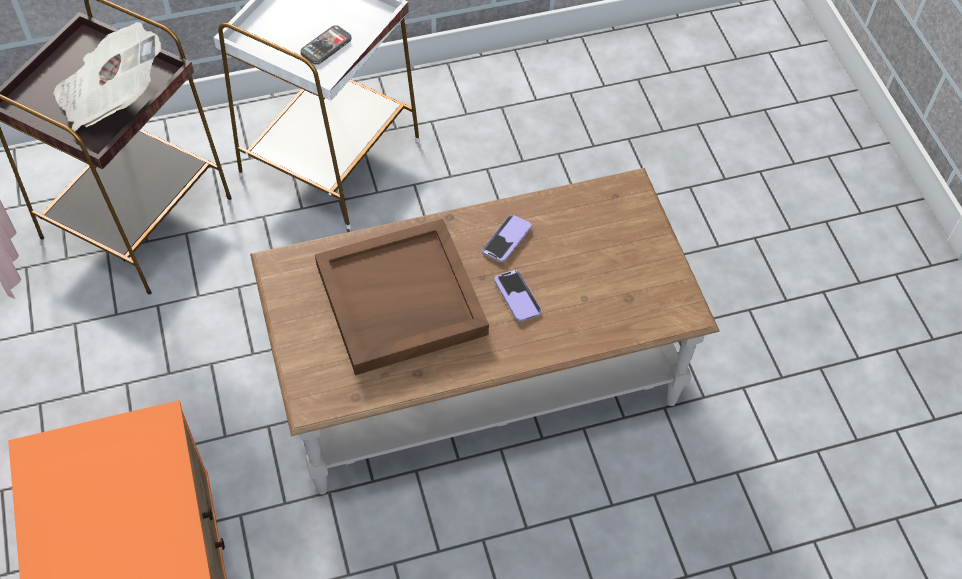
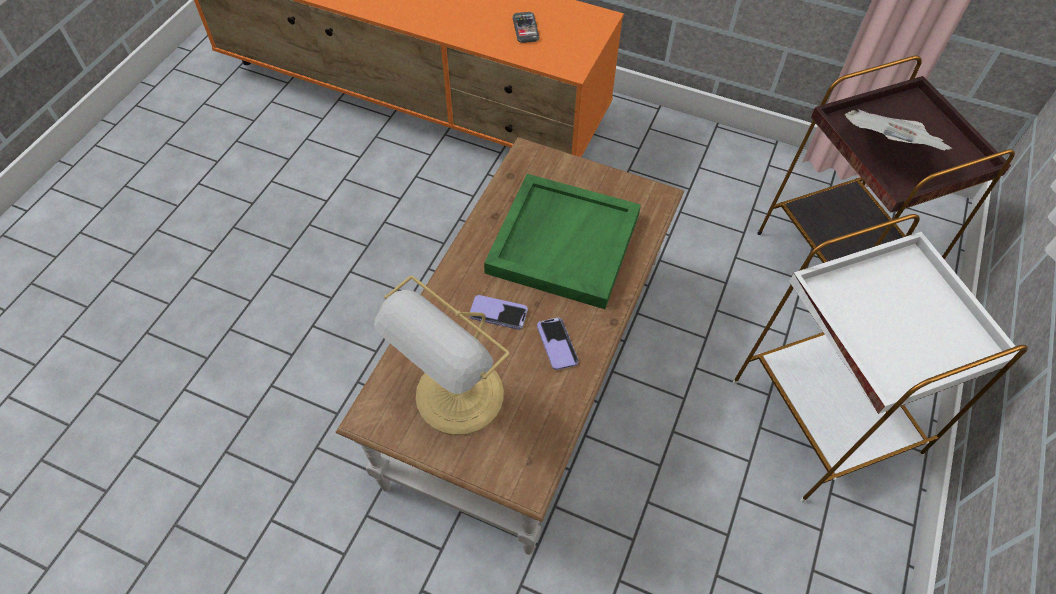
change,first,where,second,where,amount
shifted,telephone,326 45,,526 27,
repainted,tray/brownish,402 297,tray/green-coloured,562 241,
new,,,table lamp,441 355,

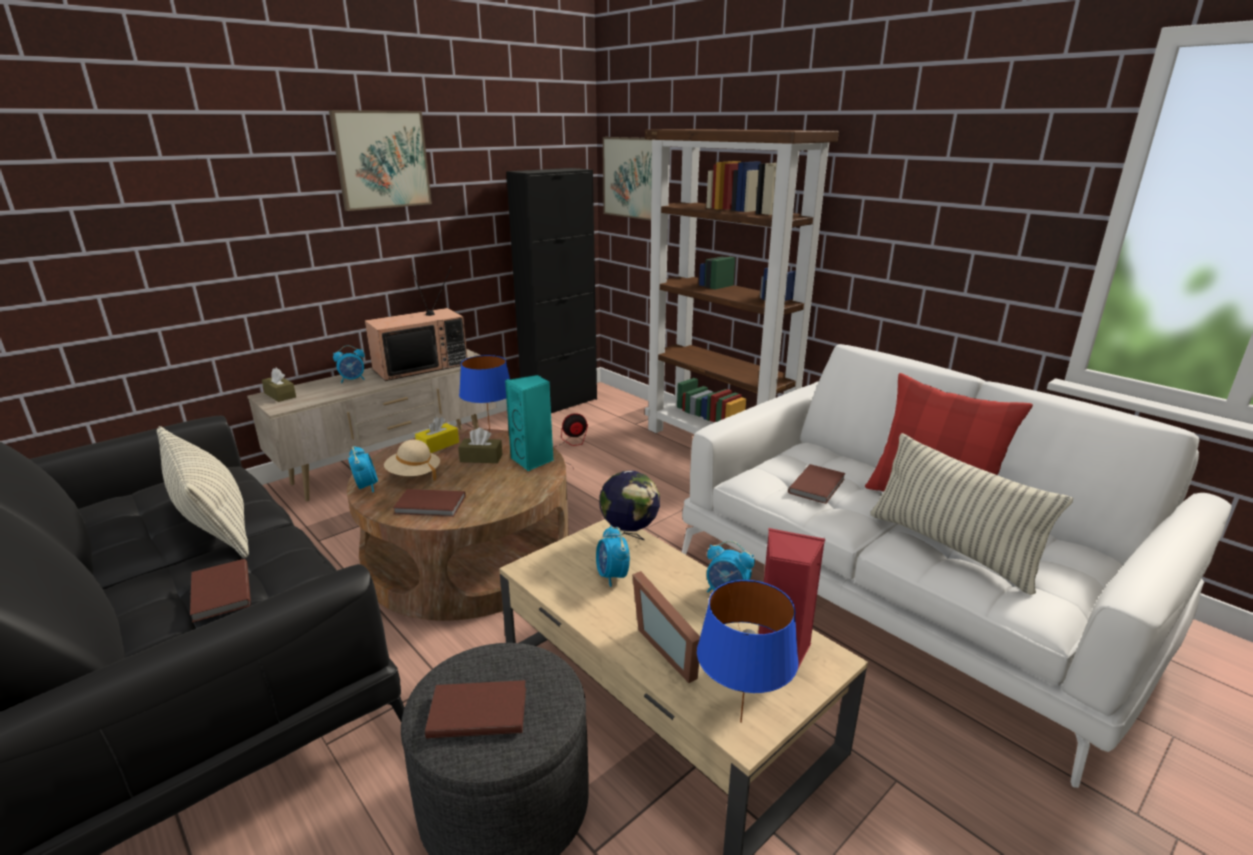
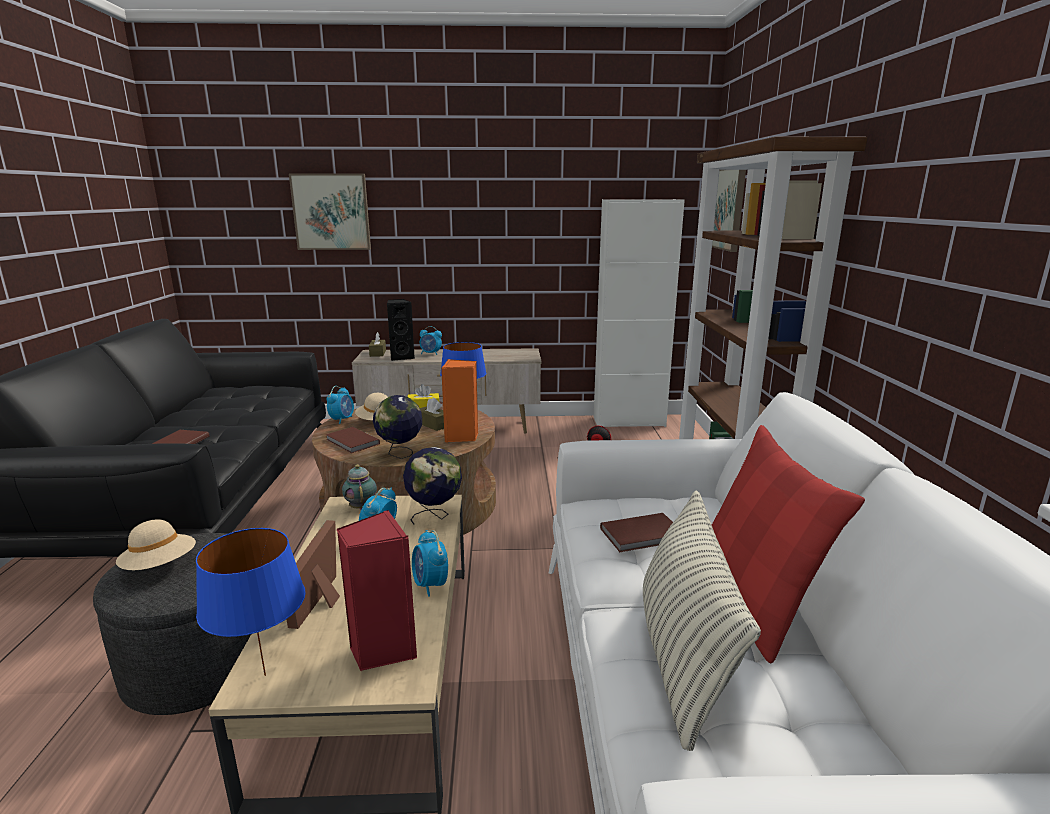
change,first,where,second,where,amount
shifted,wall picture,380 160,,330 212,
repainted,cupboard/black-coloured,551 290,cupboard/white,639 313,
gone,TV set,416 323,,,
repainted,speaker/turquoise,529 423,speaker/orangey,459 400,
gone,pillow,203 492,,,
swapped,bound book/brownish,475 709,clothing hat/beige,156 544,
new,,,speaker/black-coloured,401 330,
new,,,globe,397 427,
new,,,tea pot,359 487,

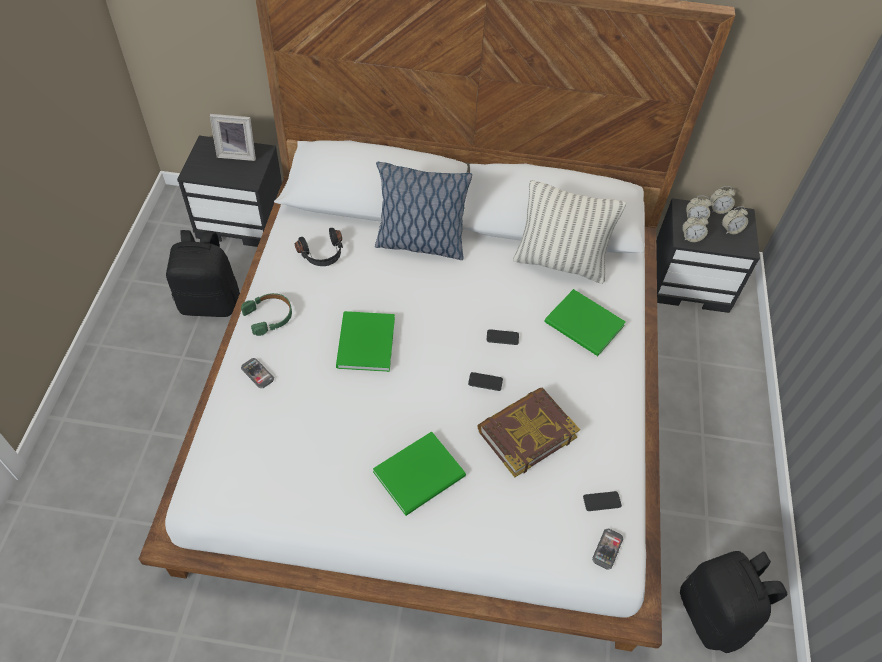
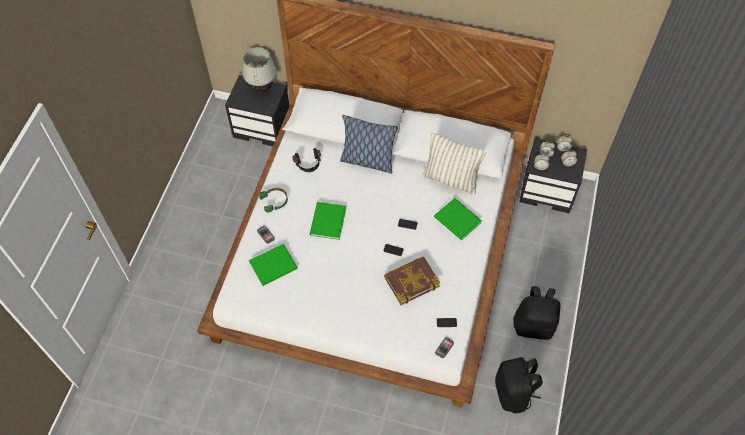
change,first,where,second,where,amount
swapped,picture frame,233 137,table lamp/white,259 70,
shifted,knapsack/black-coloured,203 273,,536 313,
shifted,bound book/green-coloured,419 473,,273 264,

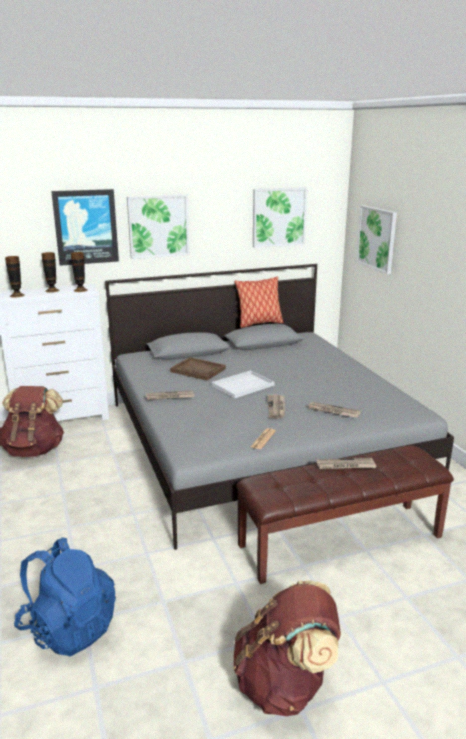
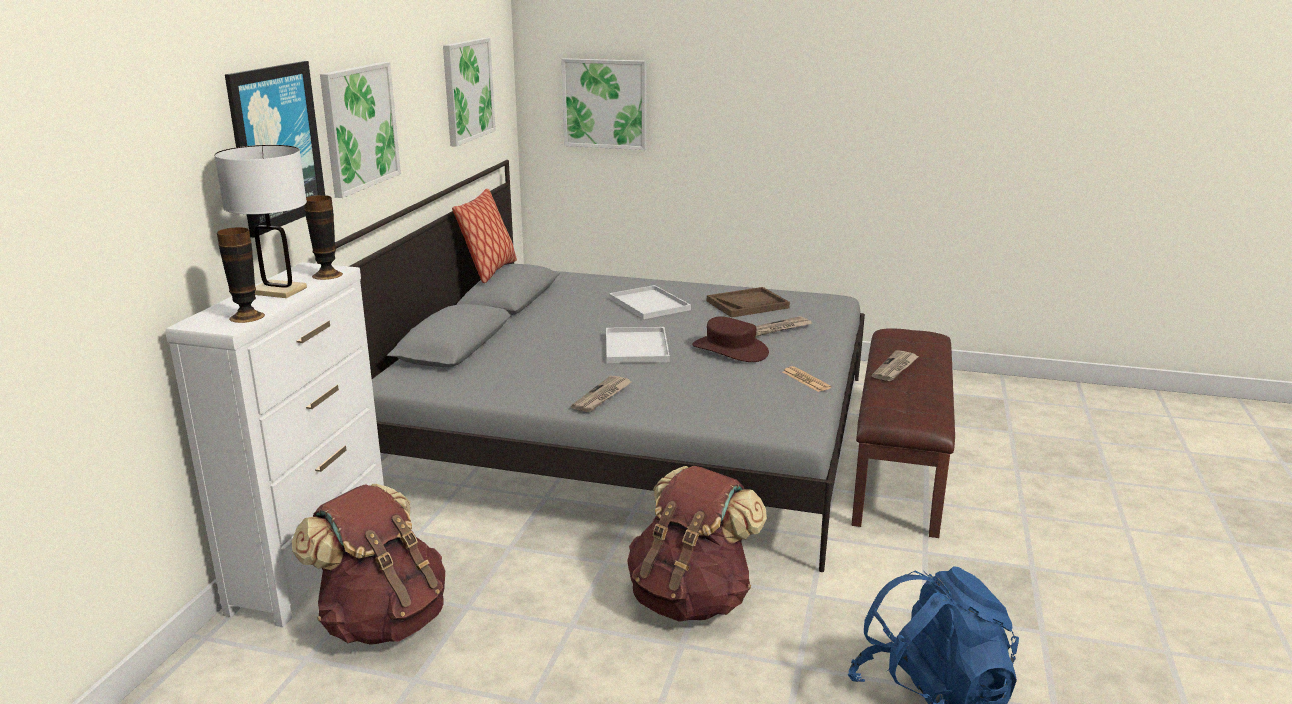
change,first,where,second,where,amount
swapped,flower vase,51 272,table lamp/white,260 221,
shifted,tray/brownish,198 369,,748 302,
swapped,printed paper,276 406,clothing hat/brownish,730 339,
shifted,knapsack/brownish,287 648,,697 544,
new,,,tray/white,650 302,

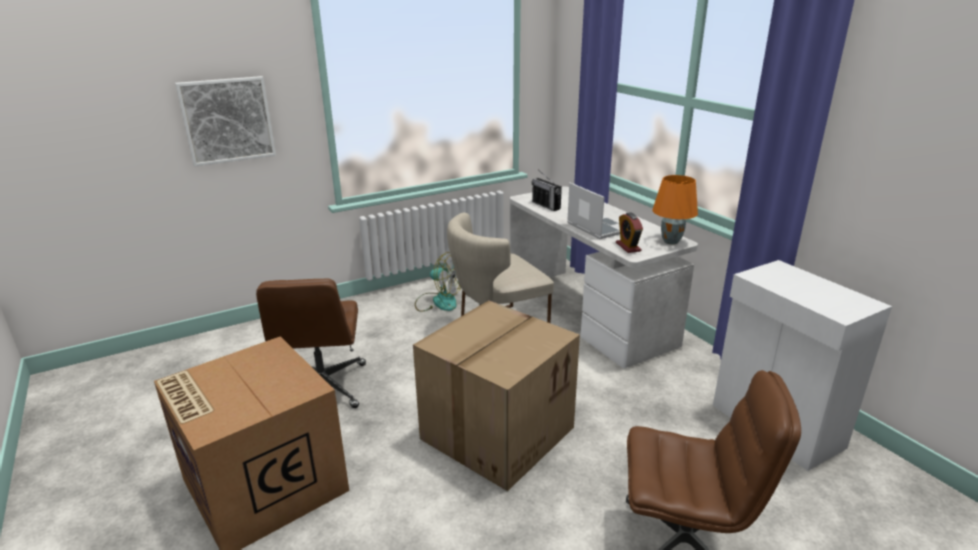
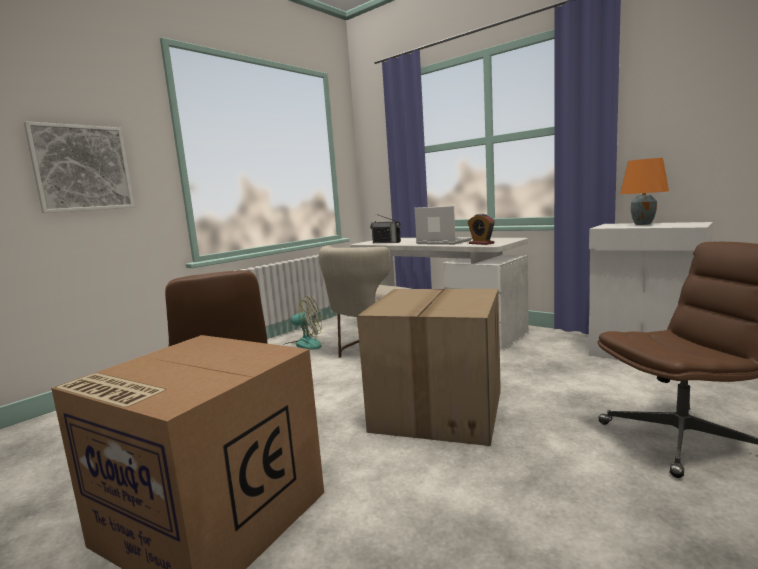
change,first,where,second,where,amount
shifted,table lamp/orangey,675 210,,644 191,

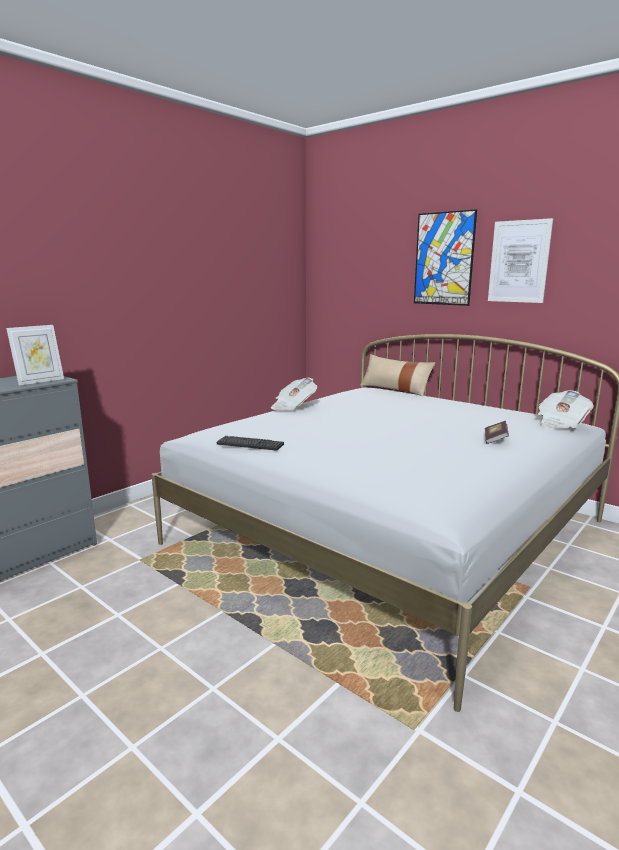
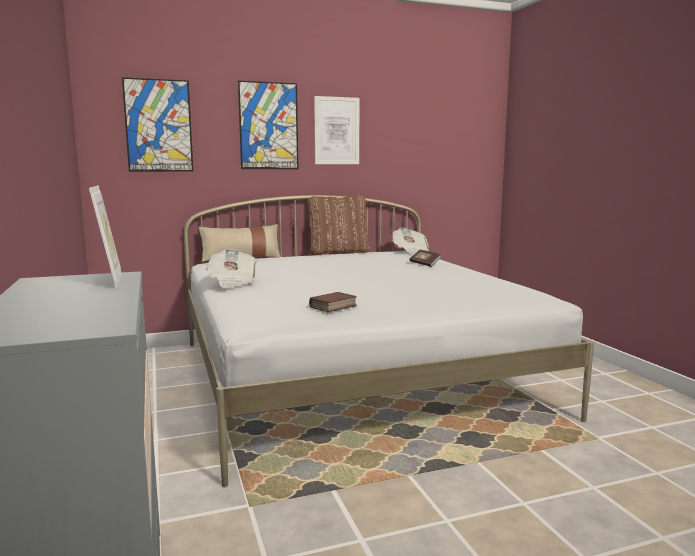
change,first,where,second,where,amount
swapped,keyboard,250 443,bound book,333 302,
new,,,wall picture,157 124,
new,,,pillow/brownish,339 225,

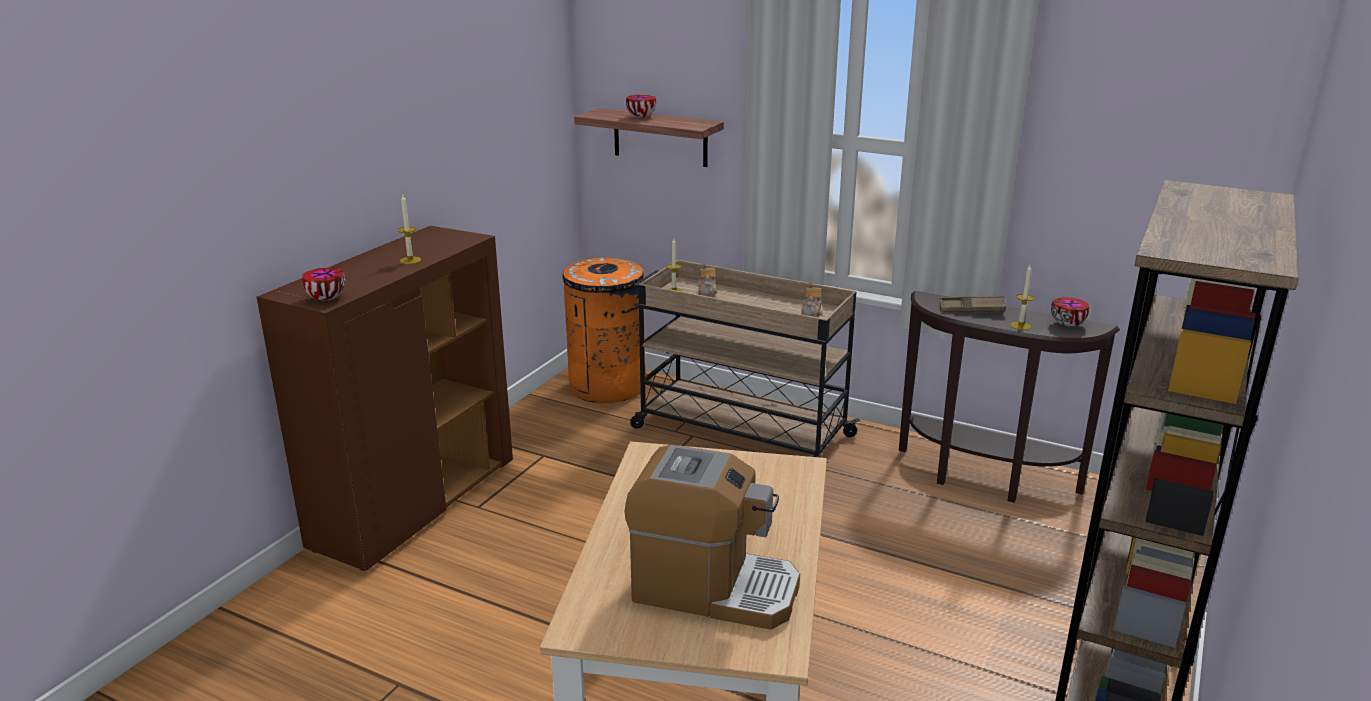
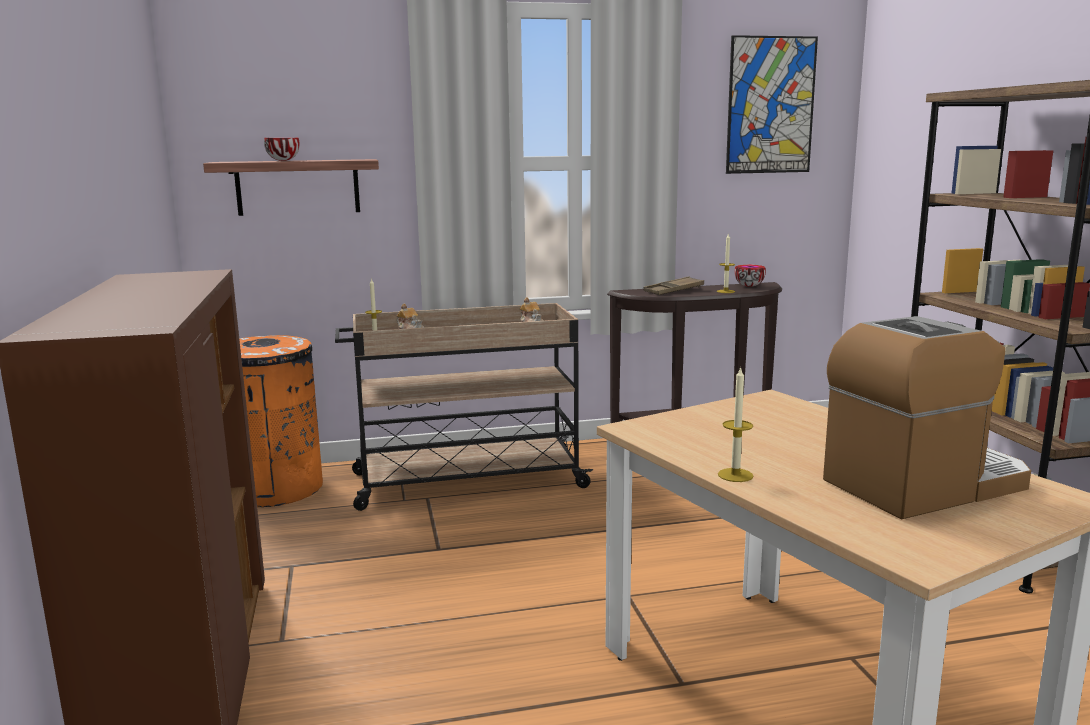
change,first,where,second,where,amount
shifted,candle,409 229,,735 424,
gone,deep dish,323 284,,,
new,,,wall picture,772 104,

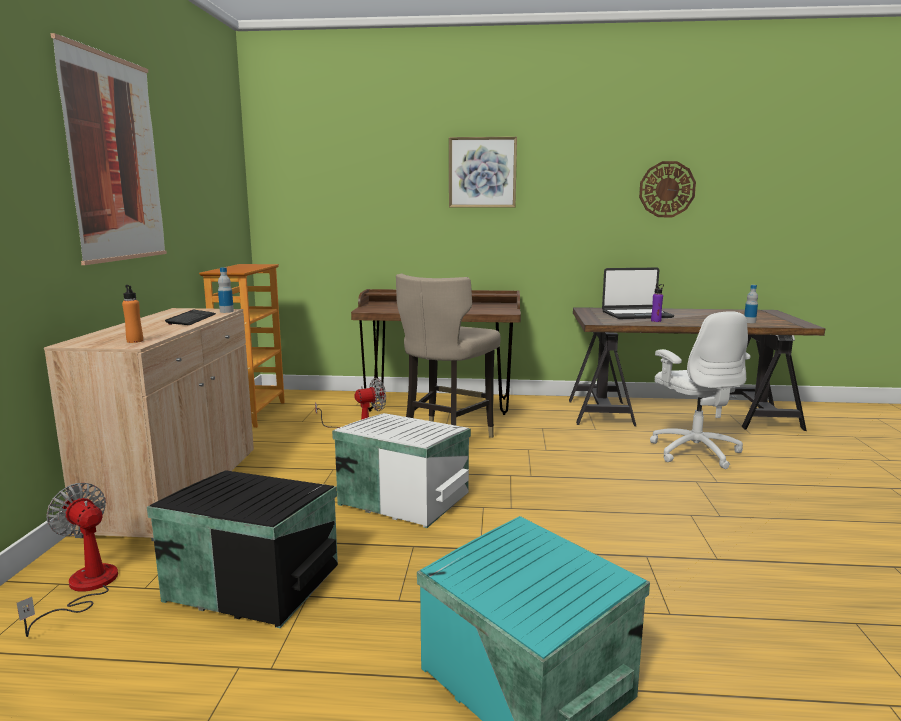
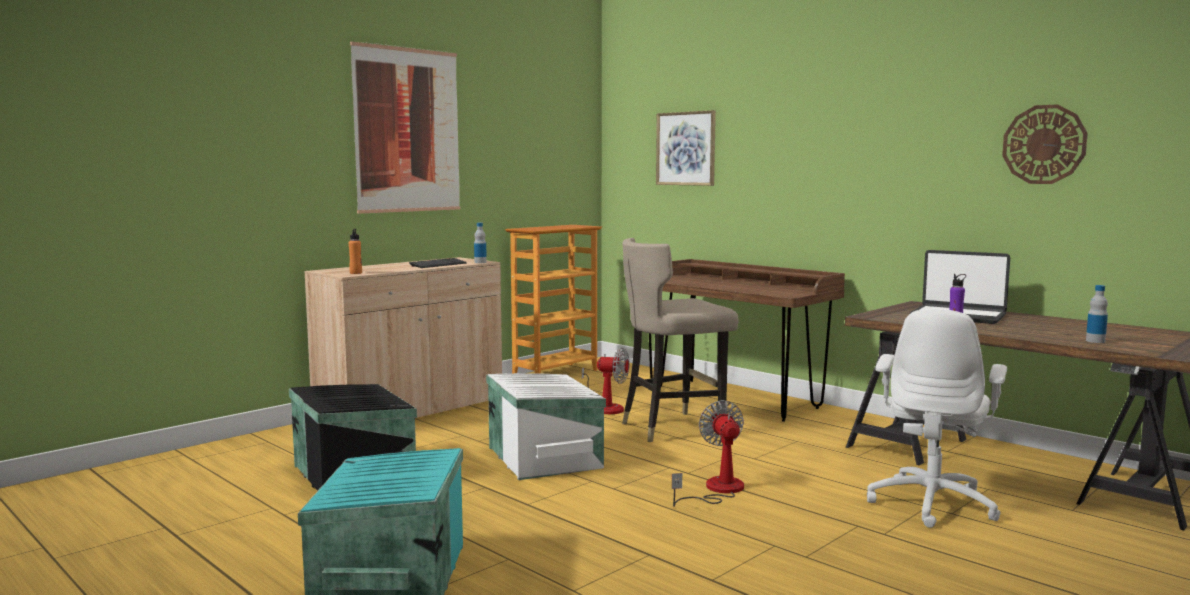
change,first,where,second,where,amount
shifted,wall picture,483 172,,686 148,
shifted,cooling fan,67 560,,708 453,

